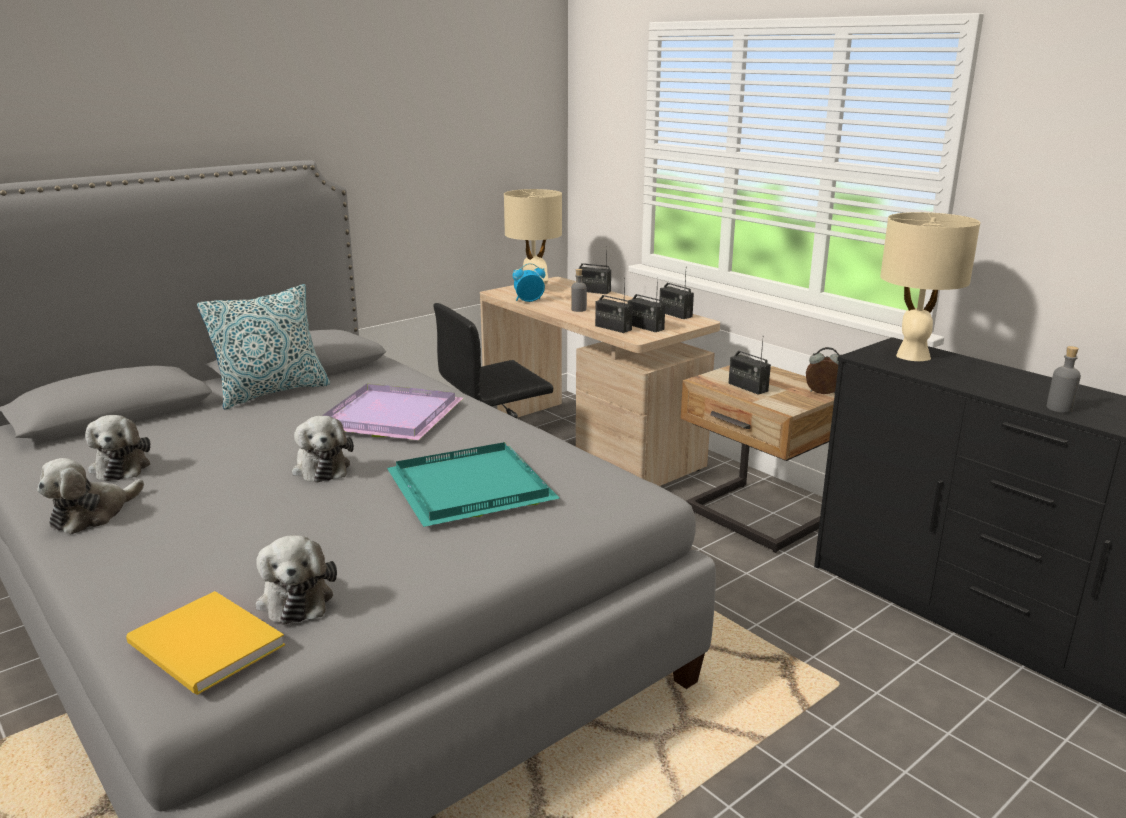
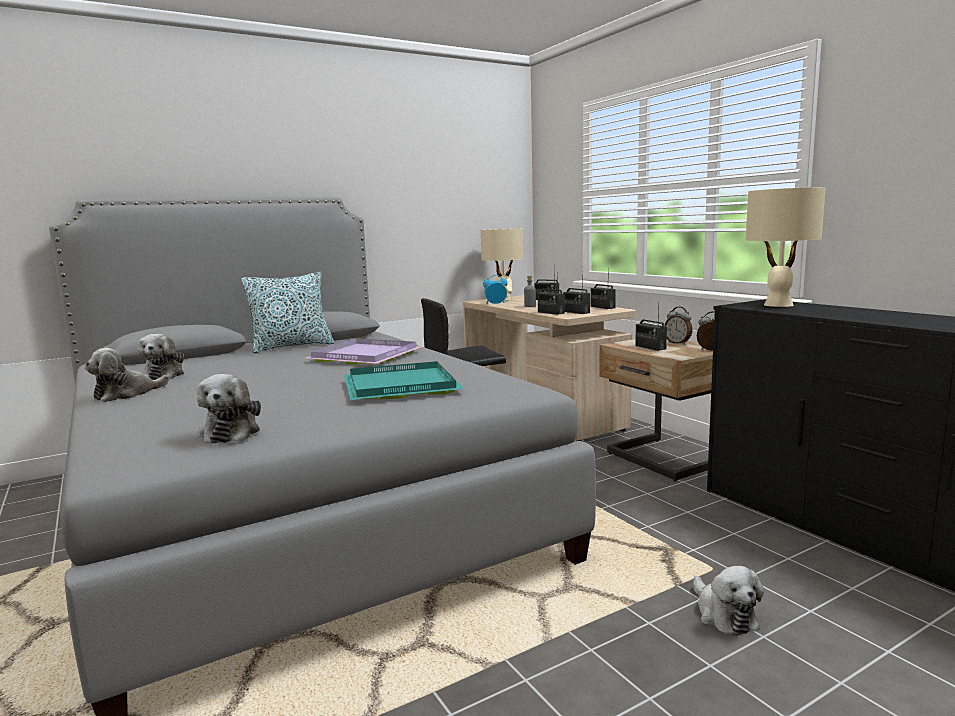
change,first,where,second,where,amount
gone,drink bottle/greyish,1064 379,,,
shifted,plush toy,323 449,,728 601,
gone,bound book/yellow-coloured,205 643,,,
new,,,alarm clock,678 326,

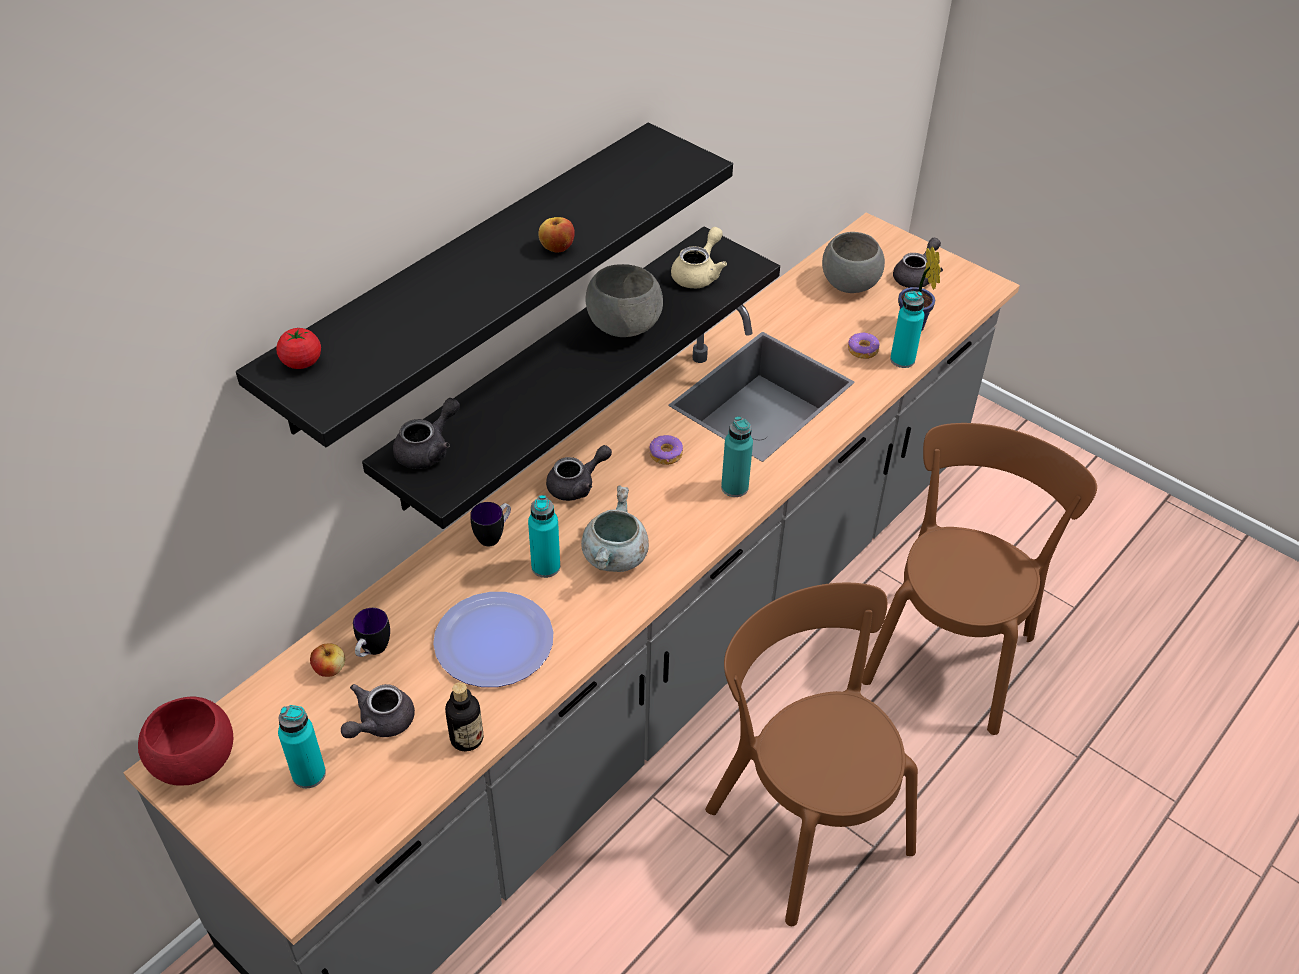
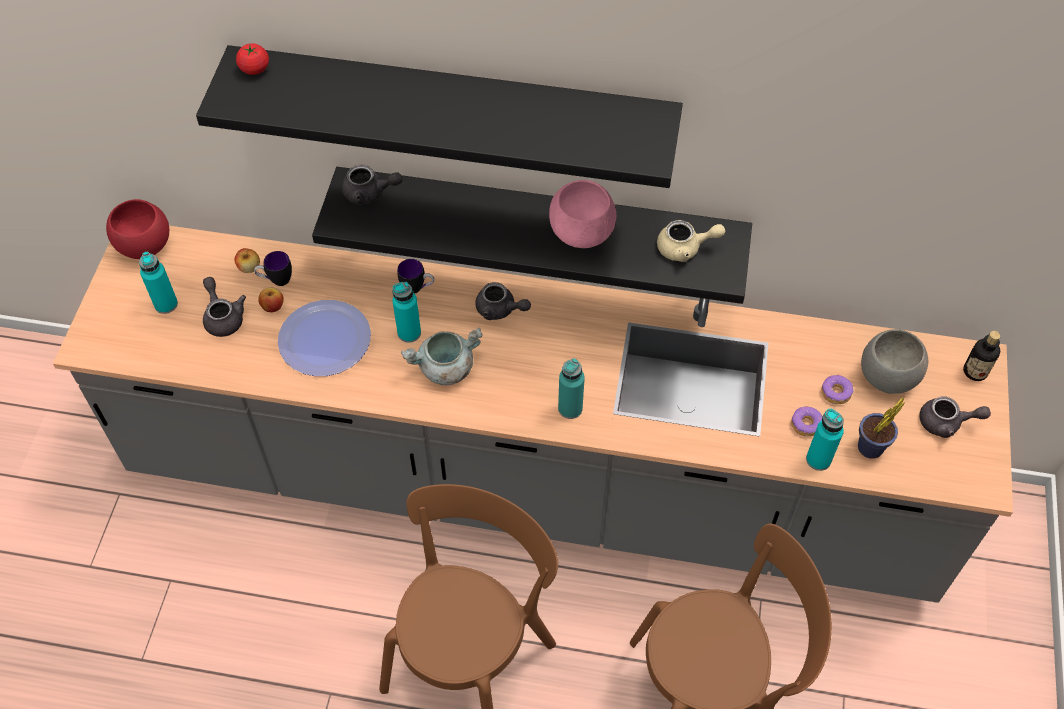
change,first,where,second,where,amount
shifted,apple fruit,556 234,,271 300,
repainted,deep dish/greyish,624 300,deep dish/pink,582 214,
shifted,ring doughnut,666 450,,837 389,
shifted,drink bottle,464 717,,981 356,
rotated,tea pot/greyish,378 711,,224 307,60 degrees clockwise

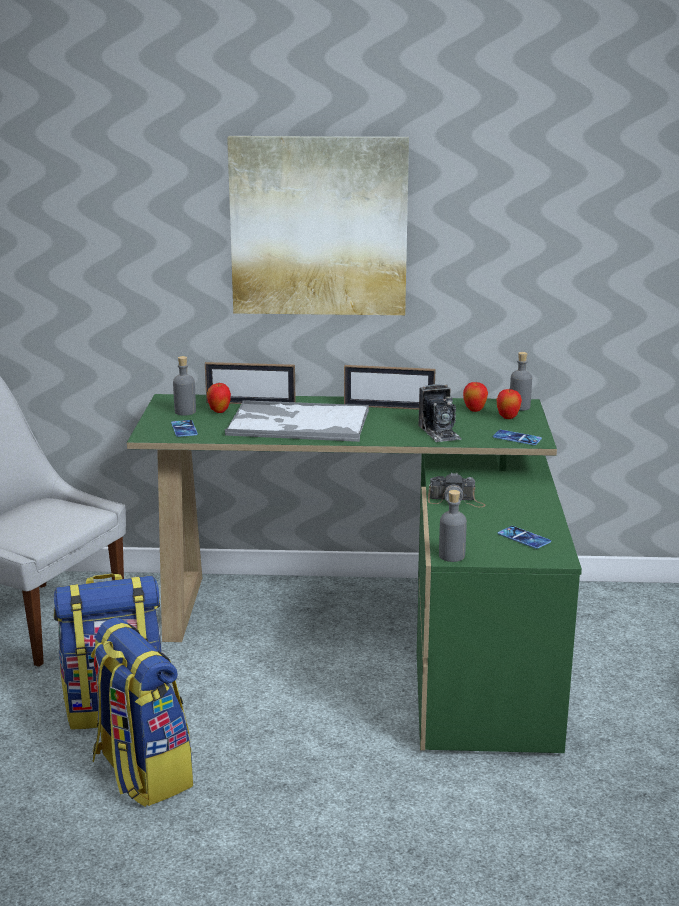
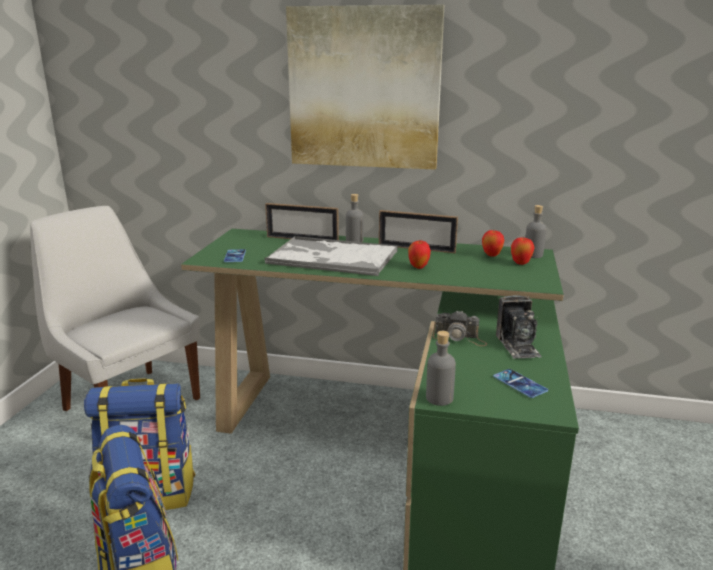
change,first,where,second,where,amount
shifted,drink bottle/greyish,184 386,,355 218,
shifted,apple fruit,219 397,,419 254,
shifted,still camera,440 413,,519 327,
gone,telephone,517 437,,,

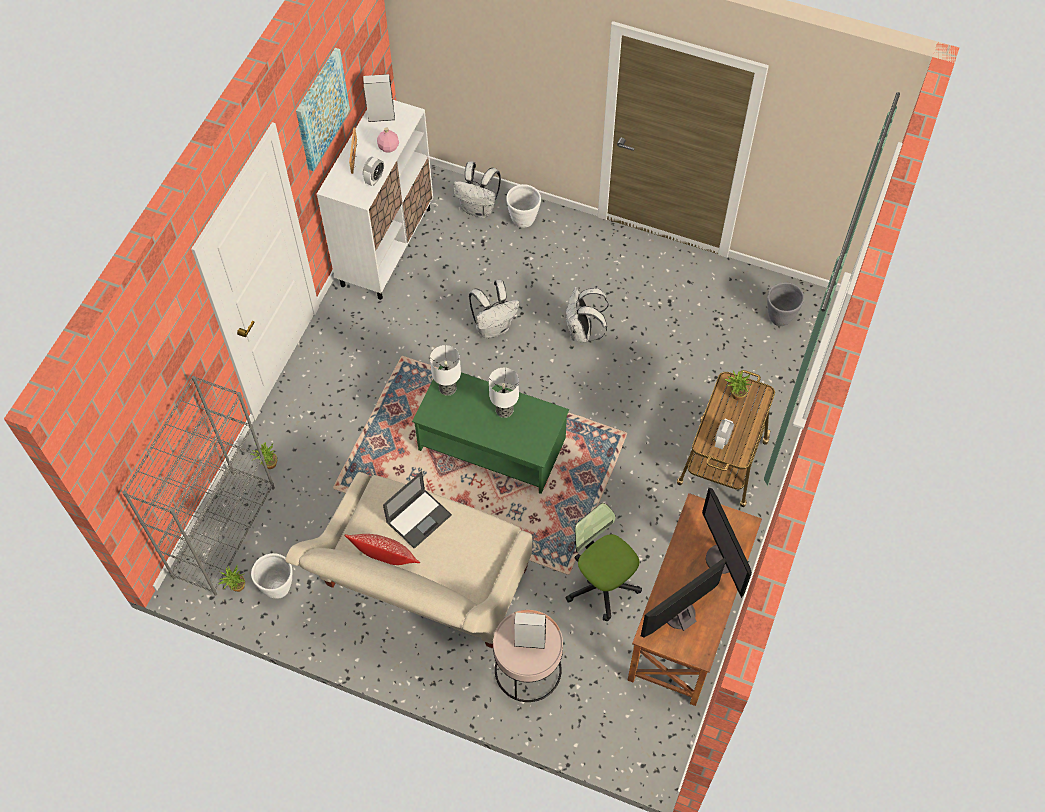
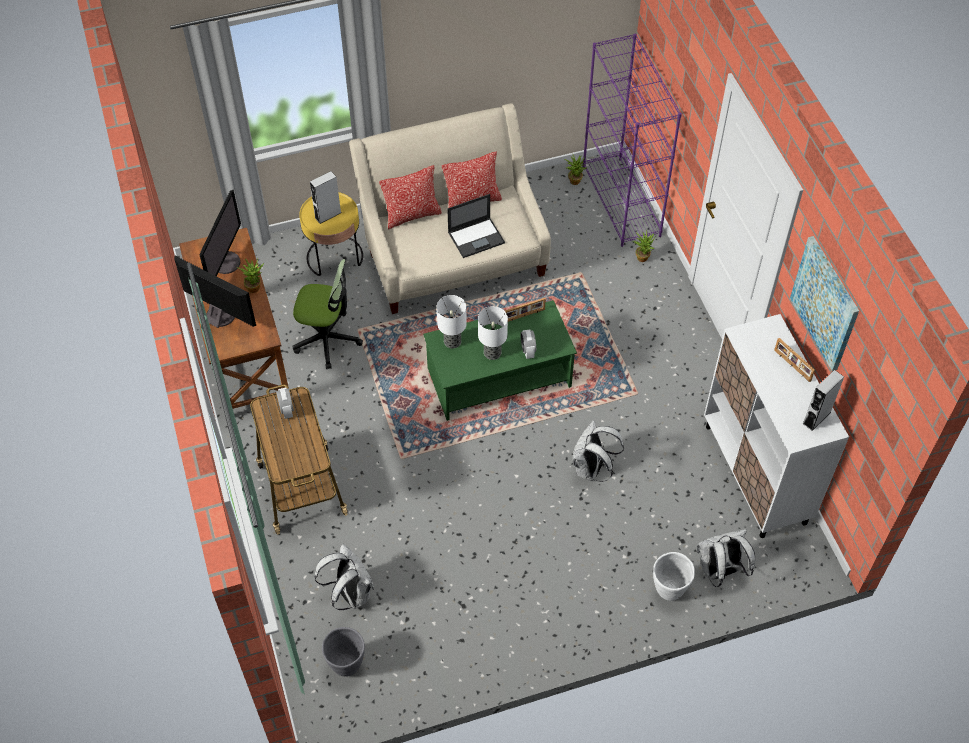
change,first,where,second,where,amount
gone,drink bottle/pink,388 140,,,
shifted,alarm clock,373 171,,528 344,
shifted,knapsack/white,586 314,,344 577,
shifted,table lamp,445 370,,452 321,
shifted,potted plant,738 385,,250 276,
repainted,bookcase/greyish,198 486,bookcase/purple,632 140,
rotated,portable computer,417 510,,476 226,120 degrees counterclockwise
gone,planter/white,272 575,,,
repainted,side table/pink,528 656,side table/yellow-coloured,331 234,
new,,,pillow,410 197,
new,,,picture frame,525 310,

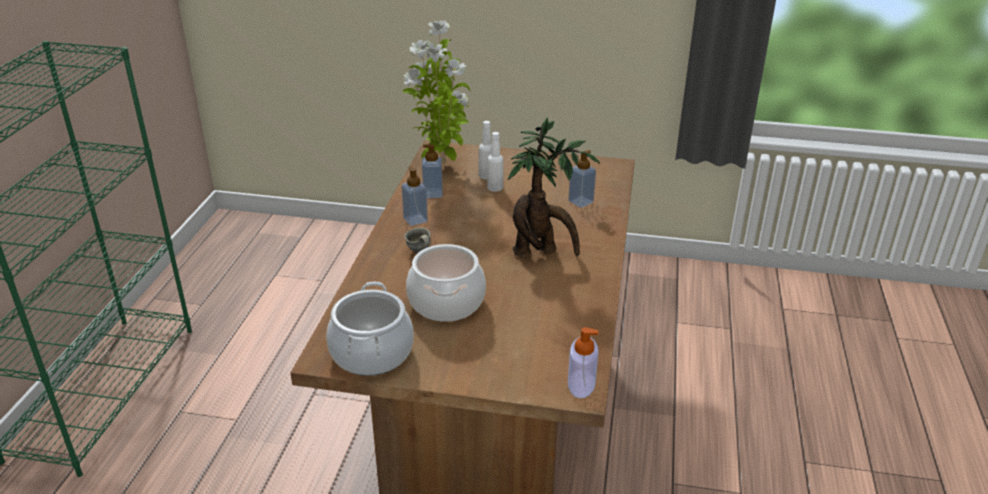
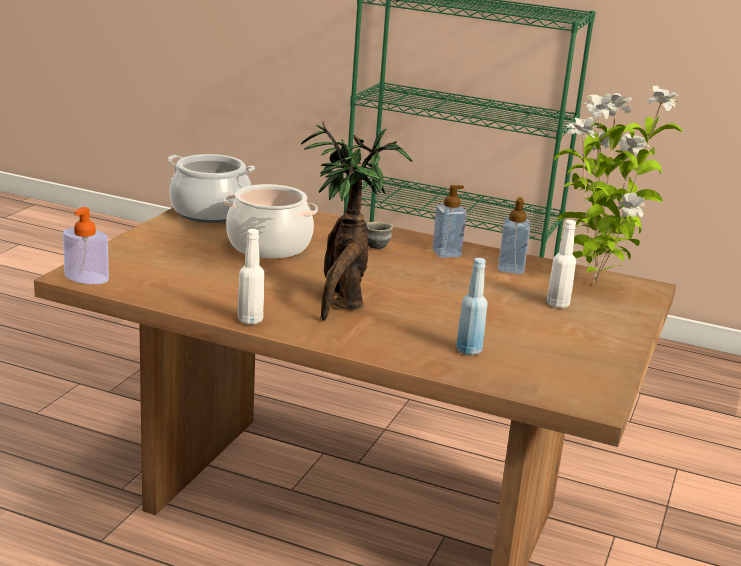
change,first,where,second,where,amount
shifted,drink bottle/white,495 162,,251 277,
swapped,soap bottle,582 179,drink bottle/blue,472 306,

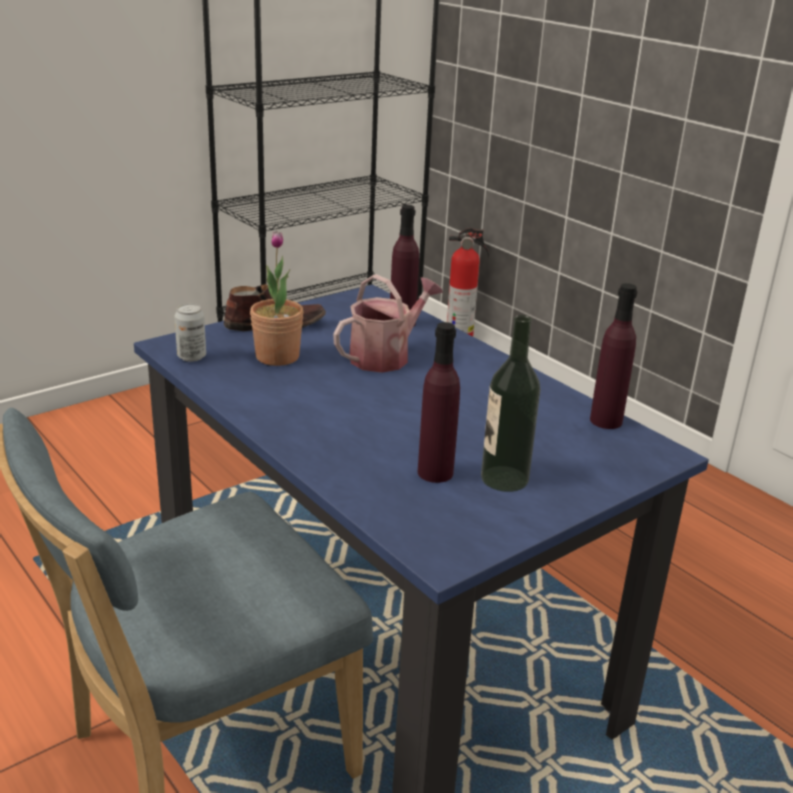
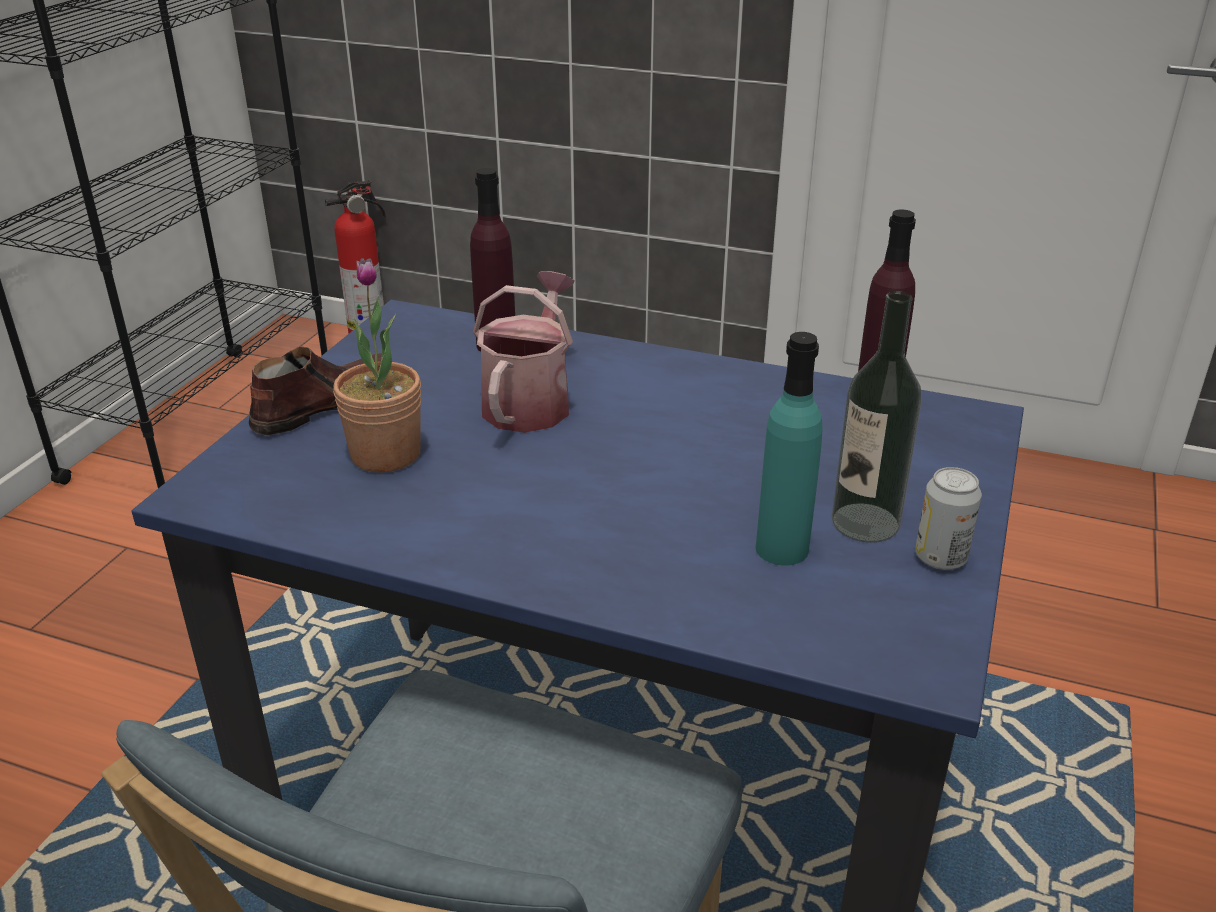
change,first,where,second,where,amount
shifted,can,190 333,,948 518,
repainted,drink bottle/purple,439 402,drink bottle/turquoise,789 449,

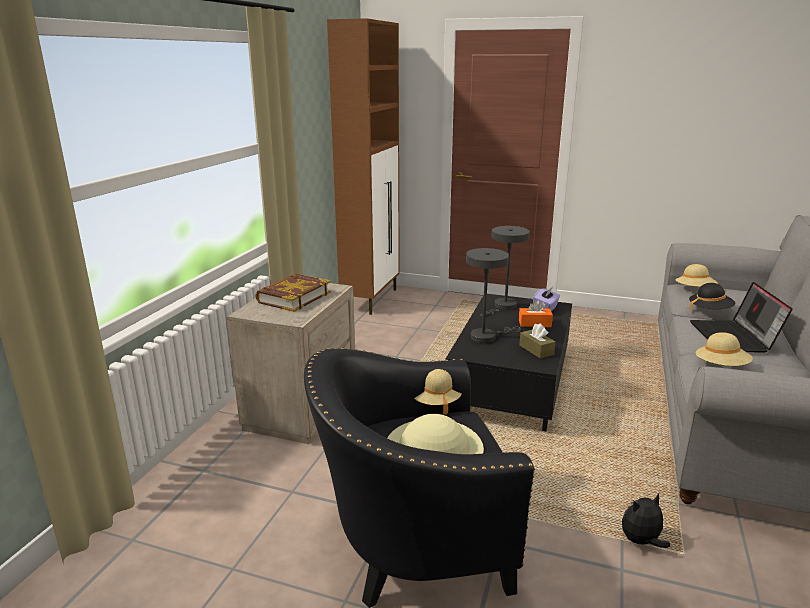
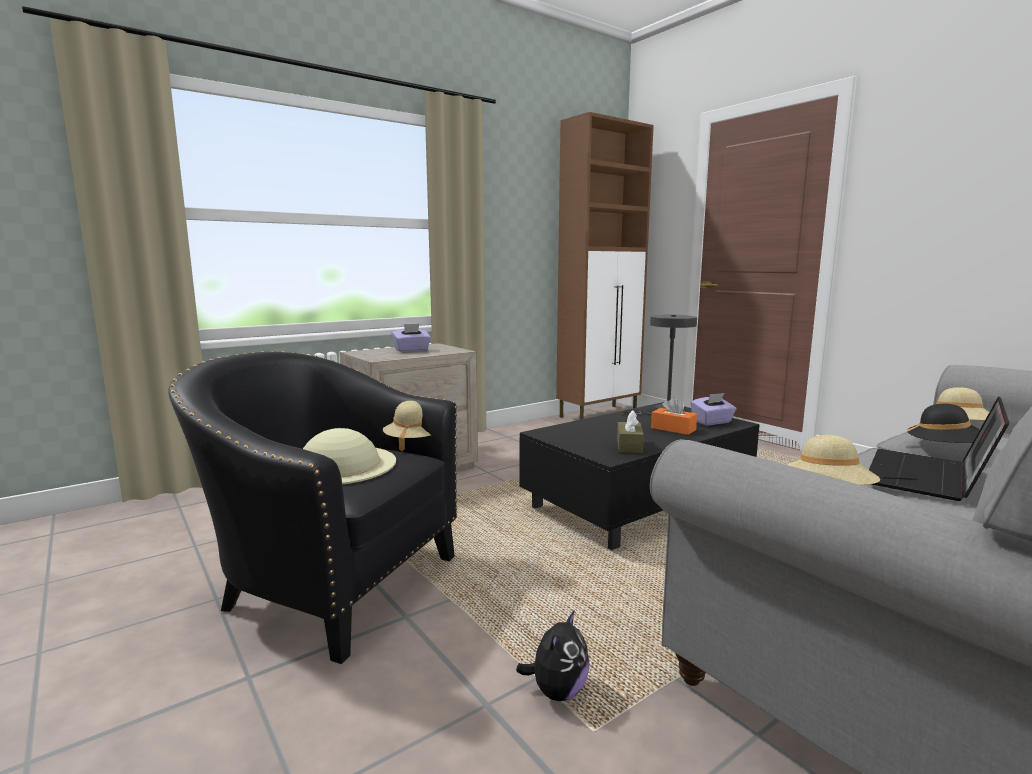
change,first,where,second,where,amount
gone,table lamp/greyish,493 295,,,
swapped,bound book,293 293,box of tissues/purple,411 338,
rotated,plush toy,646 521,,553 655,105 degrees clockwise

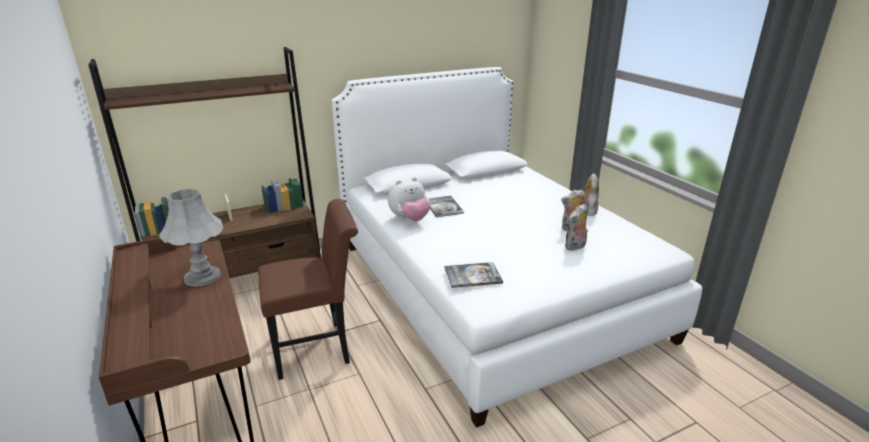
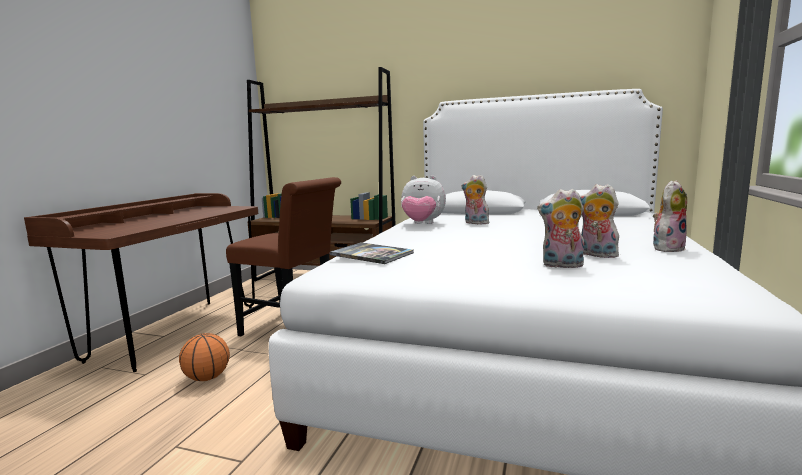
change,first,where,second,where,amount
gone,table lamp/greyish,191 237,,,
swapped,bound book,446 206,plush toy,475 199,
new,,,basketball,204 357,

